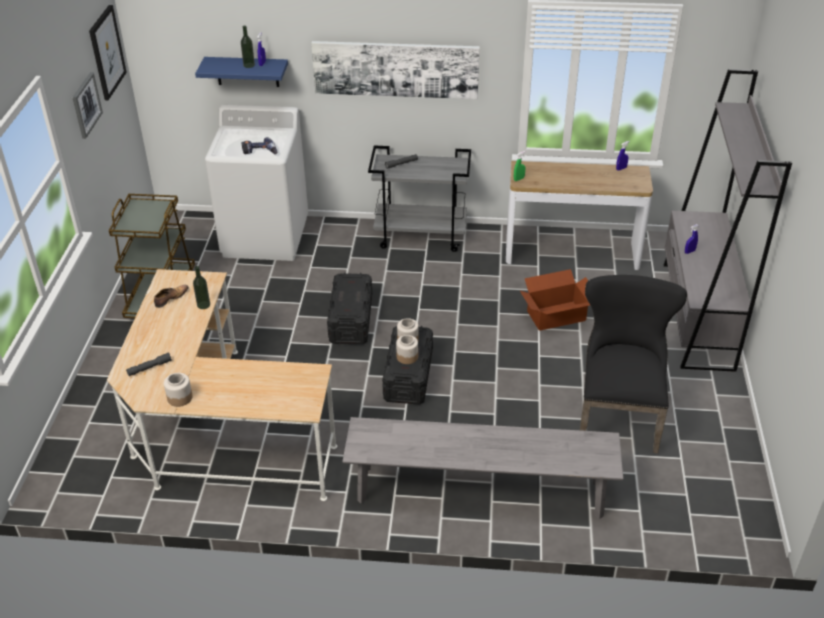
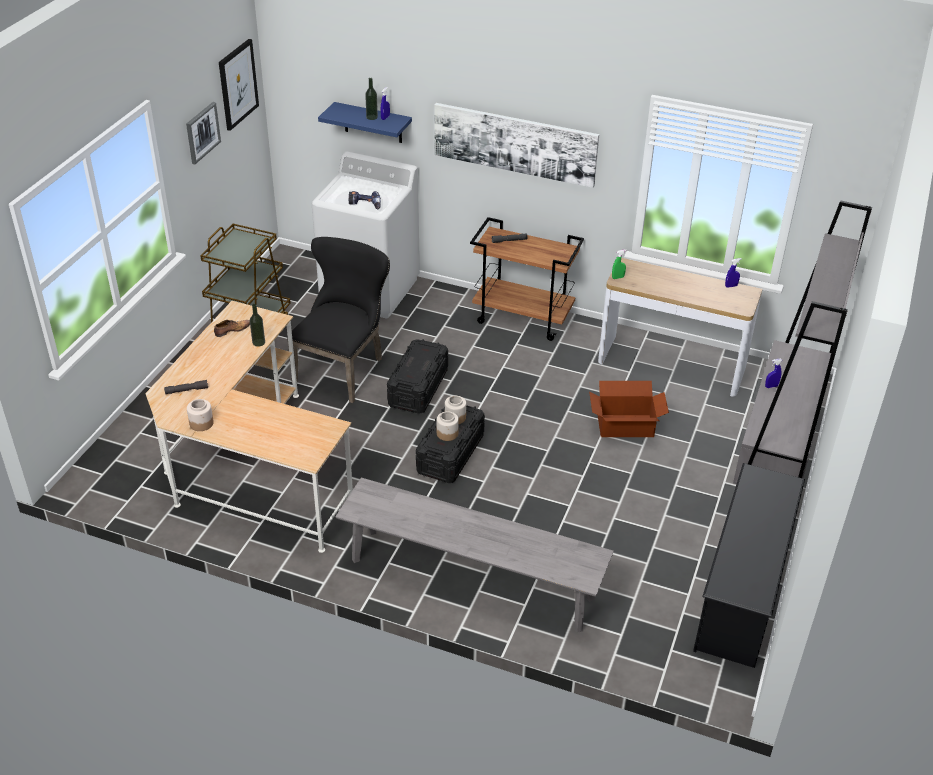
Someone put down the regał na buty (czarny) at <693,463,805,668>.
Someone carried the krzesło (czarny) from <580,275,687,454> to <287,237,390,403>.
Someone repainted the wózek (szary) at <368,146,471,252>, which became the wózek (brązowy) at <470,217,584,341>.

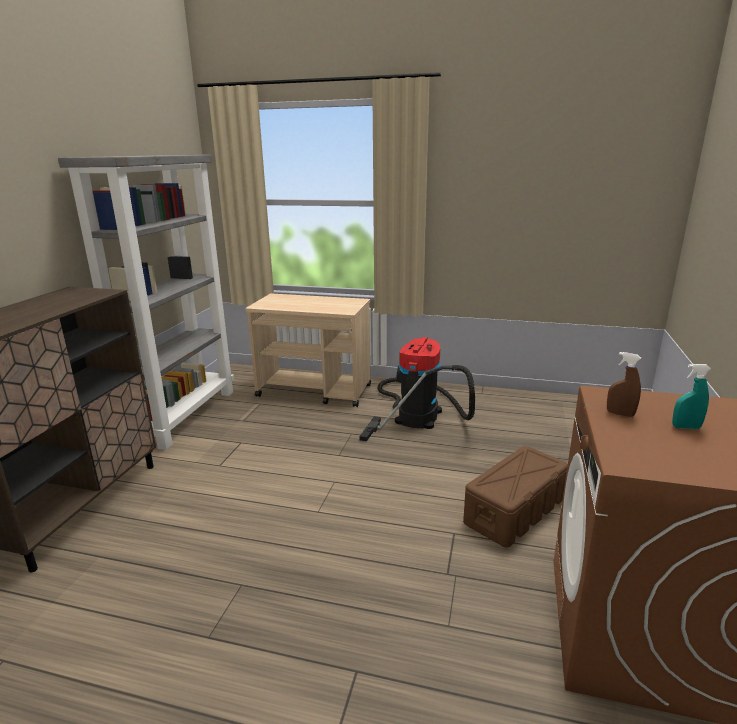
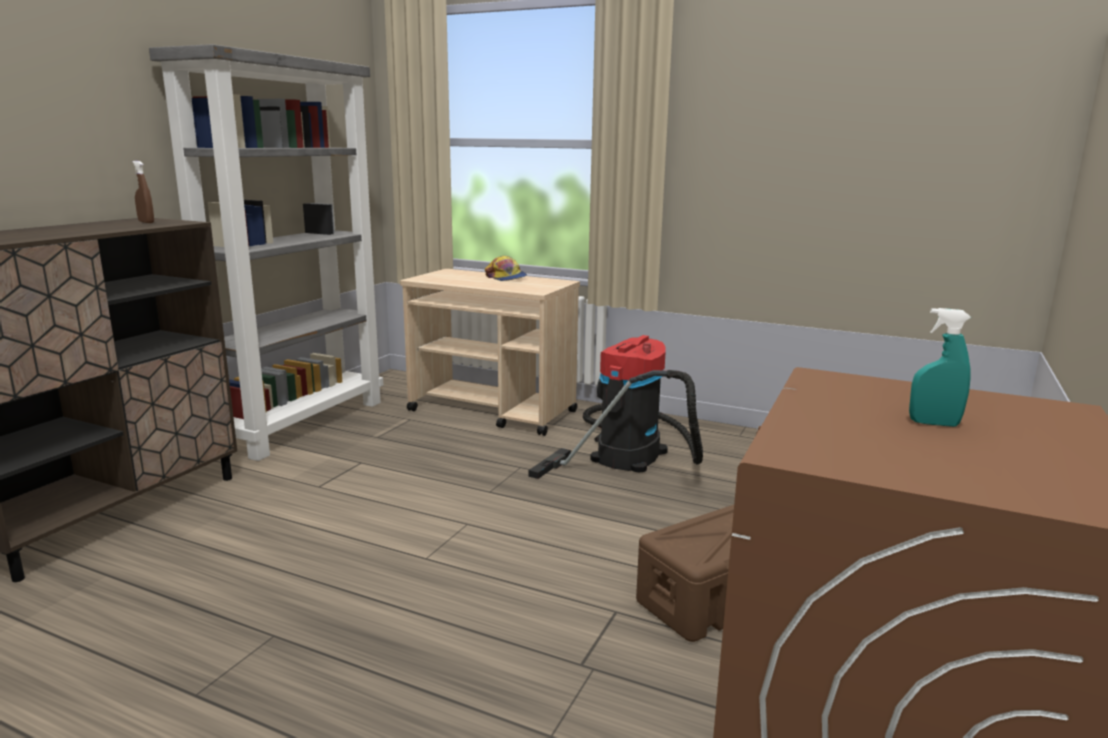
Someone put down the czapka z daszkiem at <485,256,527,281>.
Someone carried the spryskiwacz (brązowy) from <607,352,641,417> to <132,161,154,223>.

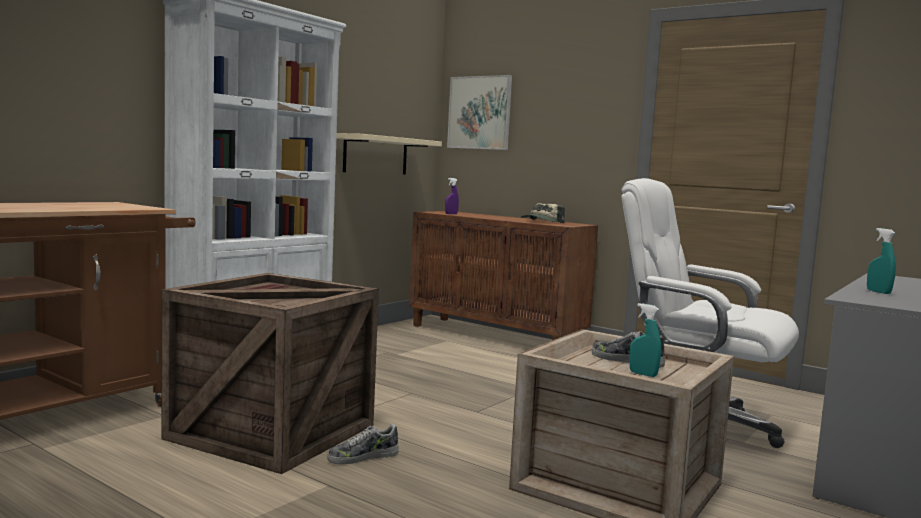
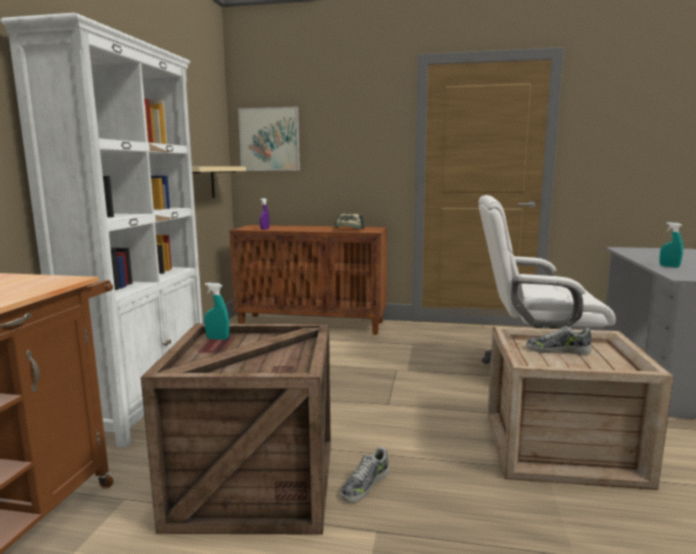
Someone carried the spryskiwacz (turkusowy) from <629,303,661,377> to <204,283,229,340>.

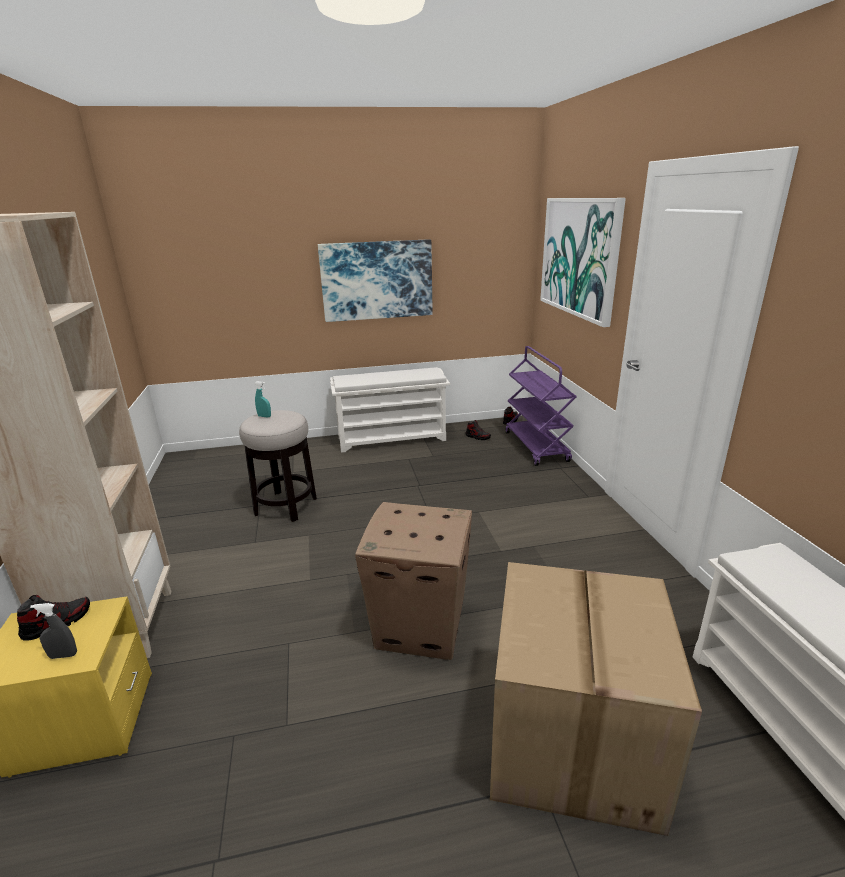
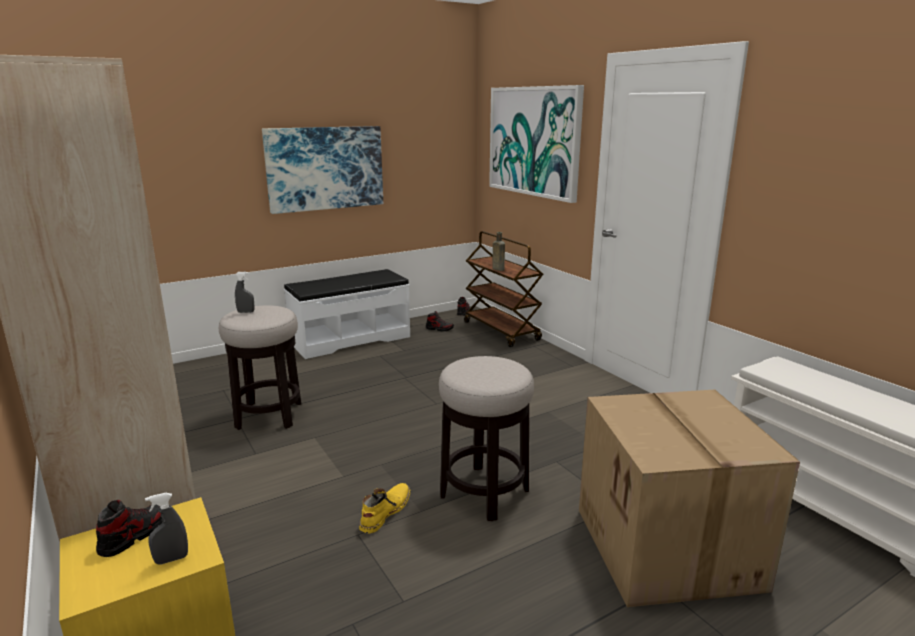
Someone put down the but z cholewką (żółty) at <359,483,410,534>.
Someone put down the butelka (brązowy) at <492,232,505,271>.
Someone swapped the regał na buty (biały) at <330,367,450,453> for the ławka (biały) at <284,269,410,359>.
Someone swapped the karton at <355,502,472,660> for the stołek at <439,356,534,521>.
Someone repainted the spryskiwacz (turkusowy) at <255,381,271,417>, which became the spryskiwacz (szary) at <235,272,254,313>.
Someone repainted the wózek (fioletowy) at <505,346,576,466>, which became the wózek (brązowy) at <464,231,543,347>.

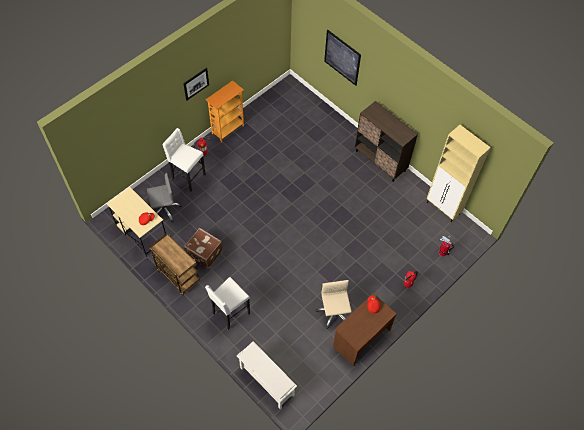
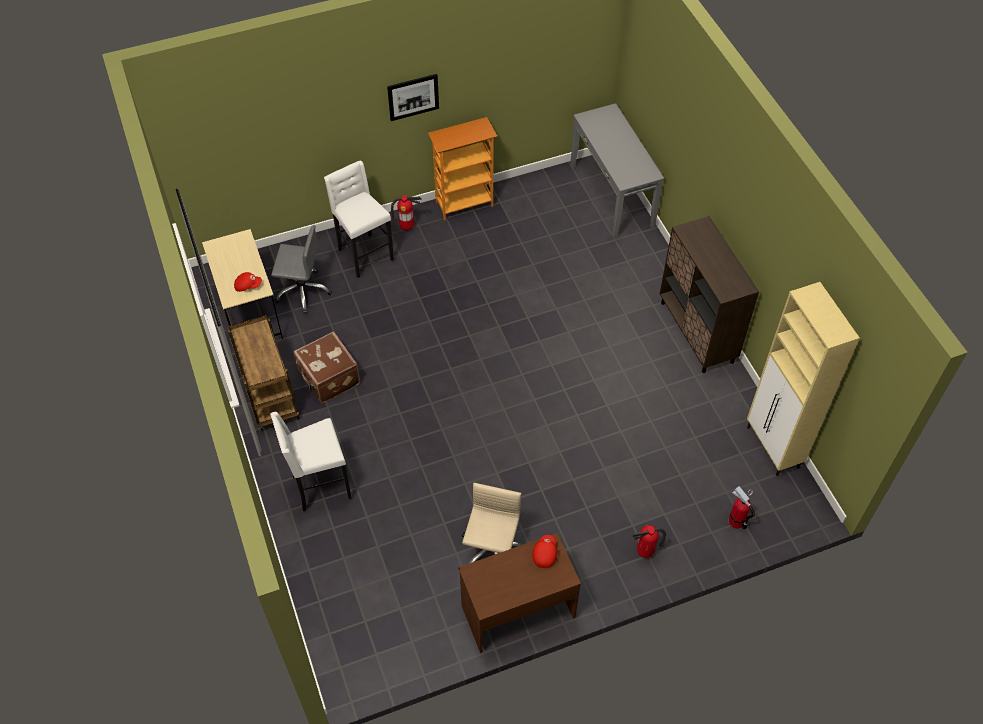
Someone took away the regał na buty (biały) at <237,342,297,409>.
Someone took away the obraz at <324,30,361,86>.
Someone put down the stolik konsolowy (szary) at <570,103,664,239>.

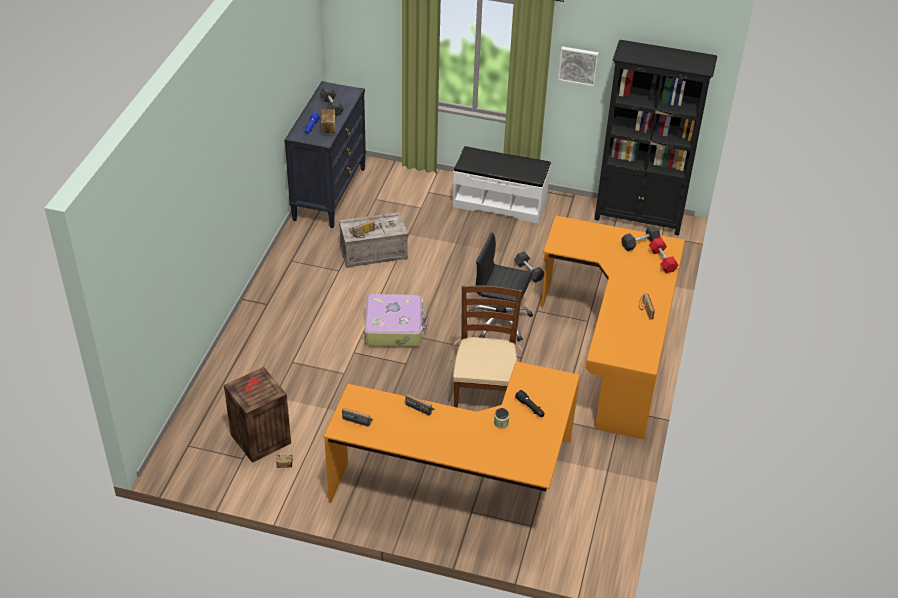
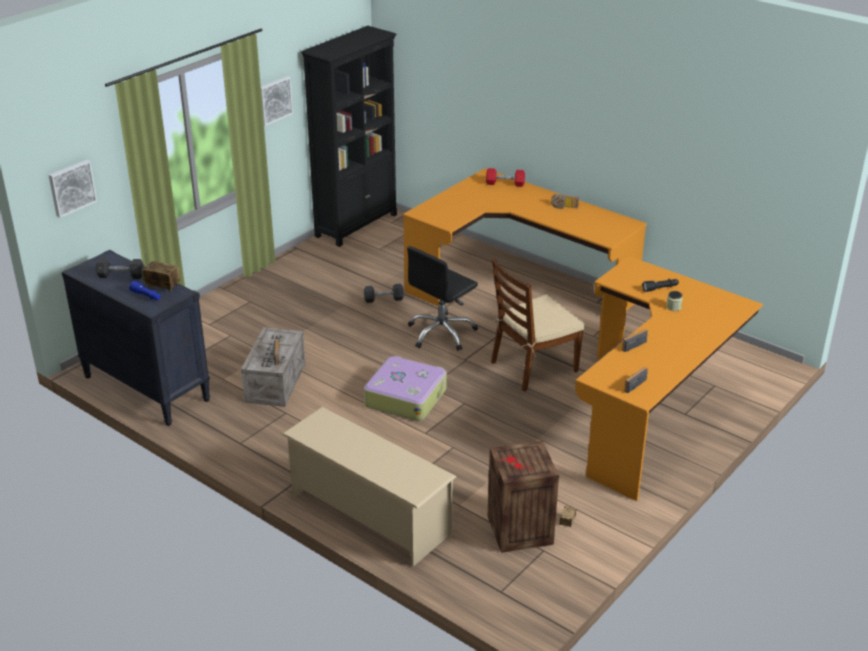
Someone took away the ławka (biały) at <453,146,551,224>.
Someone took away the hantel (szary) at <621,225,660,251>.
Someone put up the obraz at <49,160,97,218>.
Someone put down the regał na buty (beżowy) at <282,407,456,567>.
Someone rotated the krzesło (brązowy) at <453,285,523,408> by 60 degrees counterclockwise.

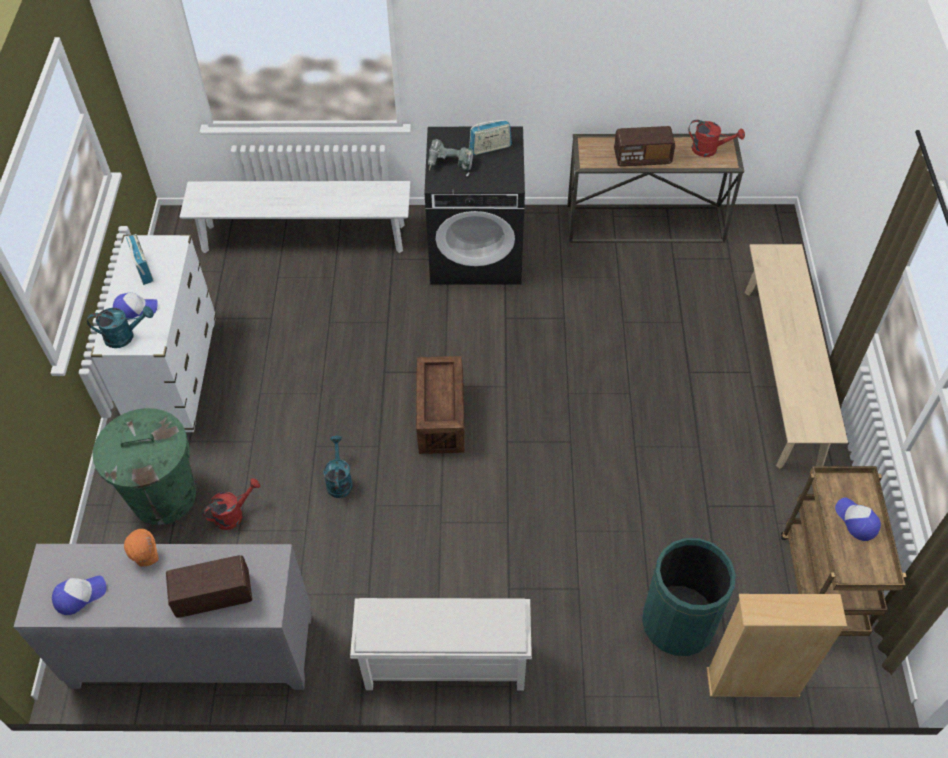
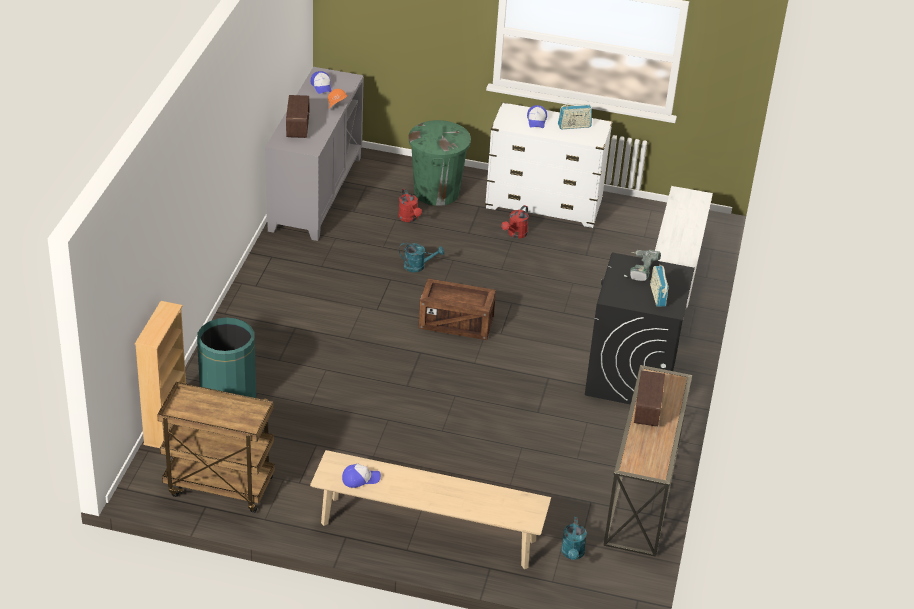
Someone took away the regał na buty (biały) at <350,598,532,691>.
Someone carried the konewka (turkusowy) from <87,306,154,348> to <561,517,587,560>.
Someone carried the konewka (czerwony) from <688,120,745,157> to <501,205,529,239>.
Someone carried the czapka z daszkiem from <835,498,881,541> to <342,464,381,488>.

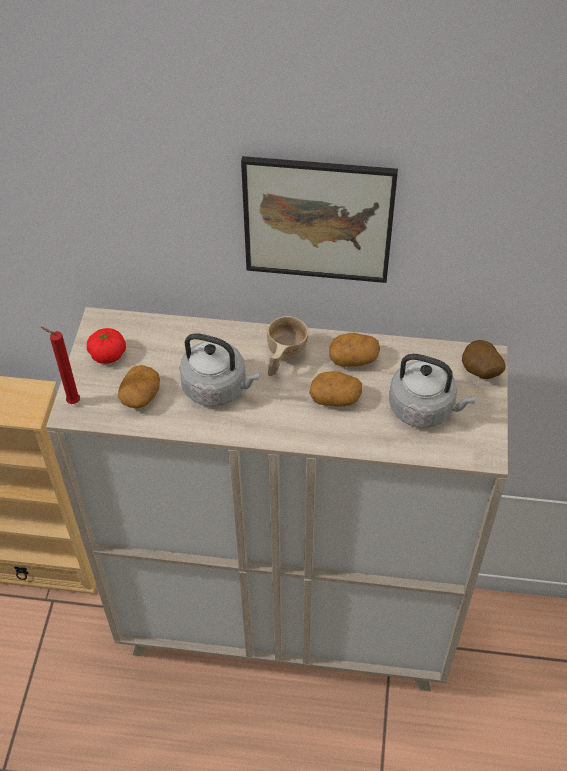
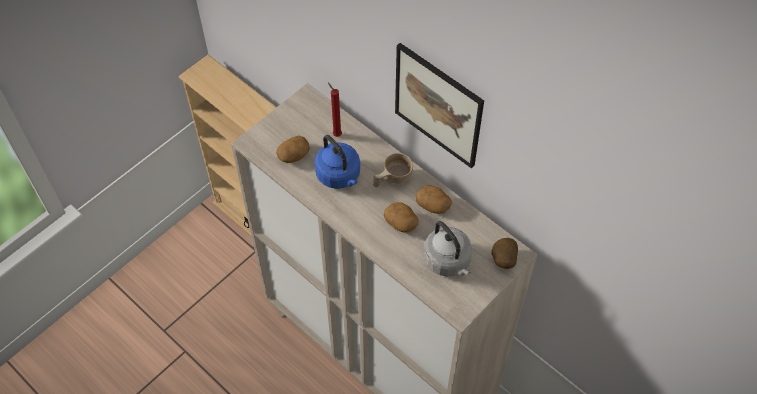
Someone took away the pomidor at <87,328,126,364>.
Someone carried the świeca (czerwony) from <41,327,80,404> to <328,83,342,137>.
Someone repainted the czajnik (szary) at <179,333,260,406>, which became the czajnik (niebieski) at <315,135,360,189>.

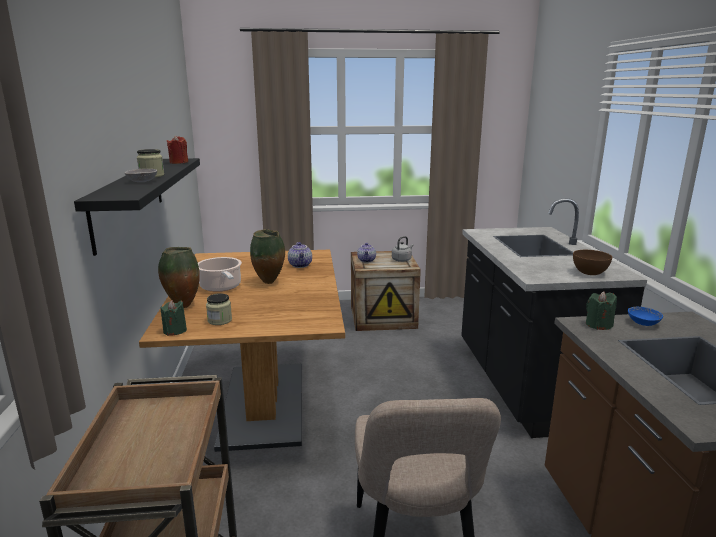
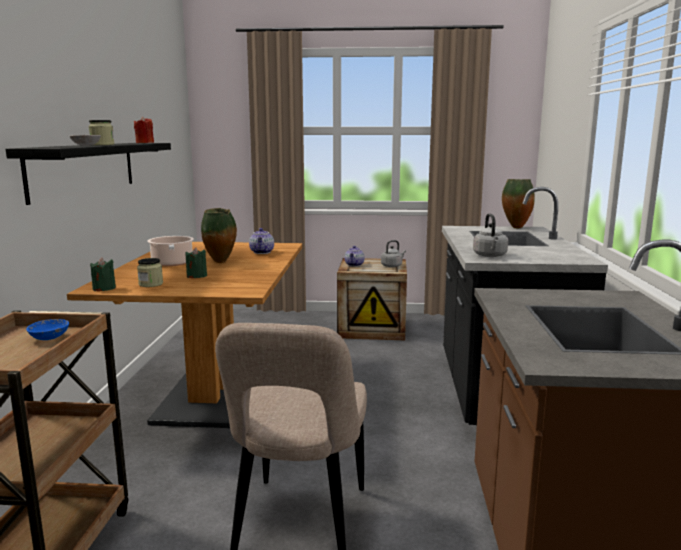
Someone took away the miska (brązowy) at <573,250,612,275>.
Someone put down the czajnik (szary) at <473,213,508,257>.
Someone carried the wazon from <158,247,200,308> to <502,179,535,228>.
Someone carried the świeca (zielony) from <586,291,617,330> to <185,247,207,278>.
Someone carried the miska (niebieski) from <628,307,663,326> to <26,319,69,340>.

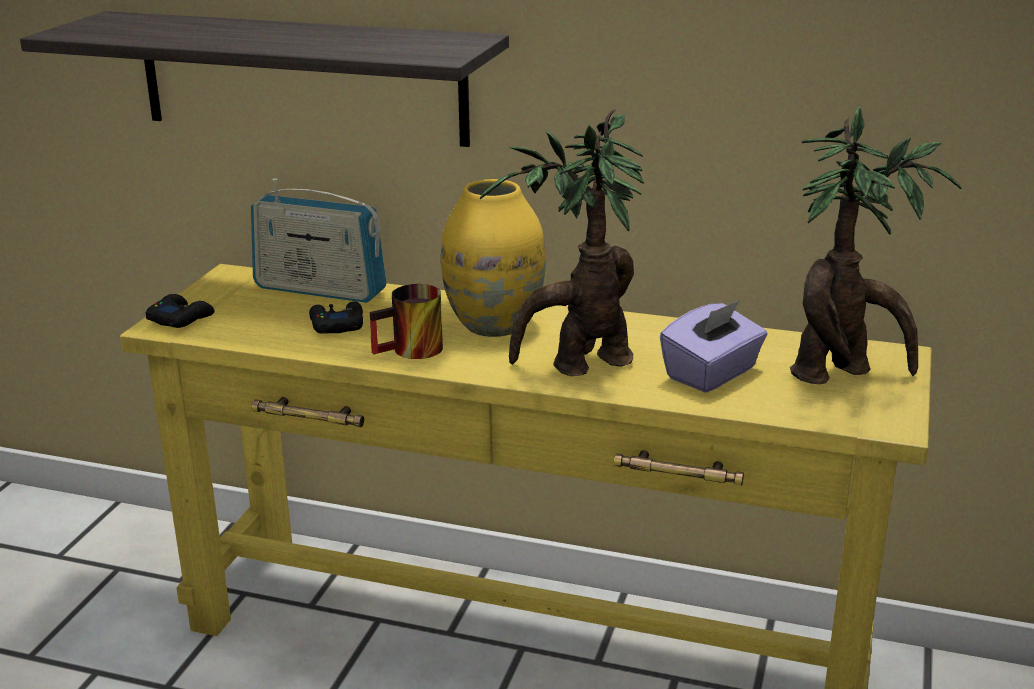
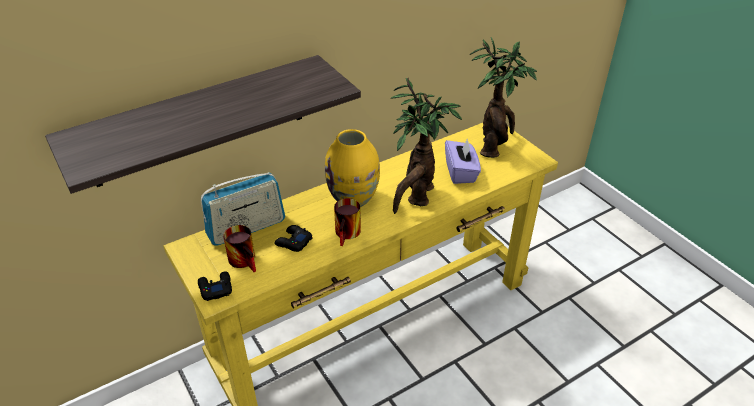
Someone put down the kubek at <223,225,256,272>.

